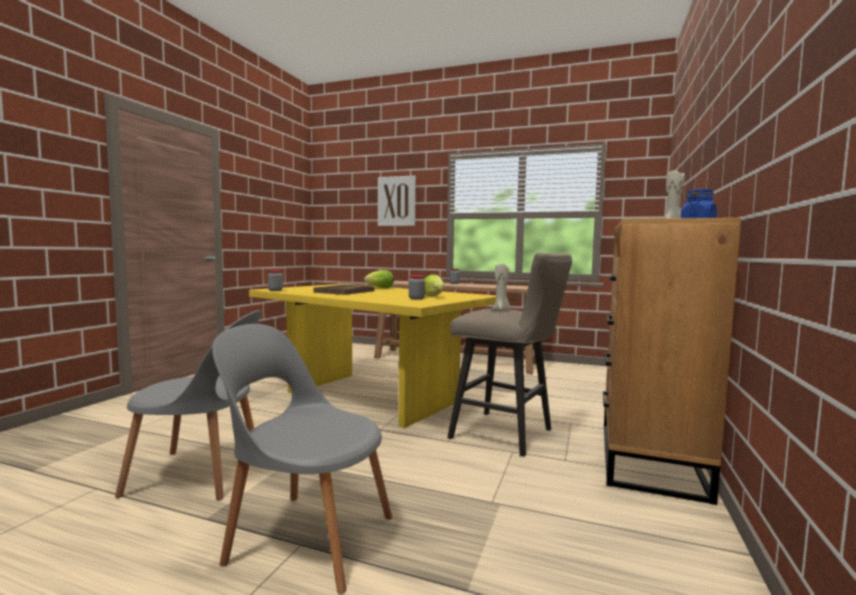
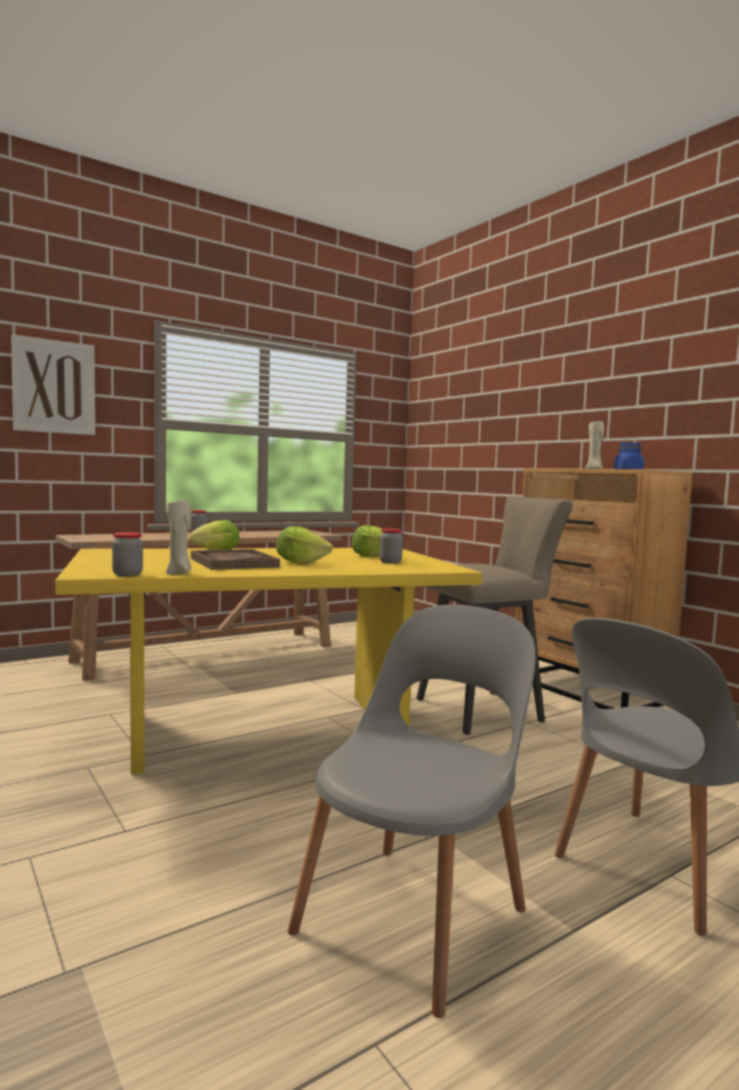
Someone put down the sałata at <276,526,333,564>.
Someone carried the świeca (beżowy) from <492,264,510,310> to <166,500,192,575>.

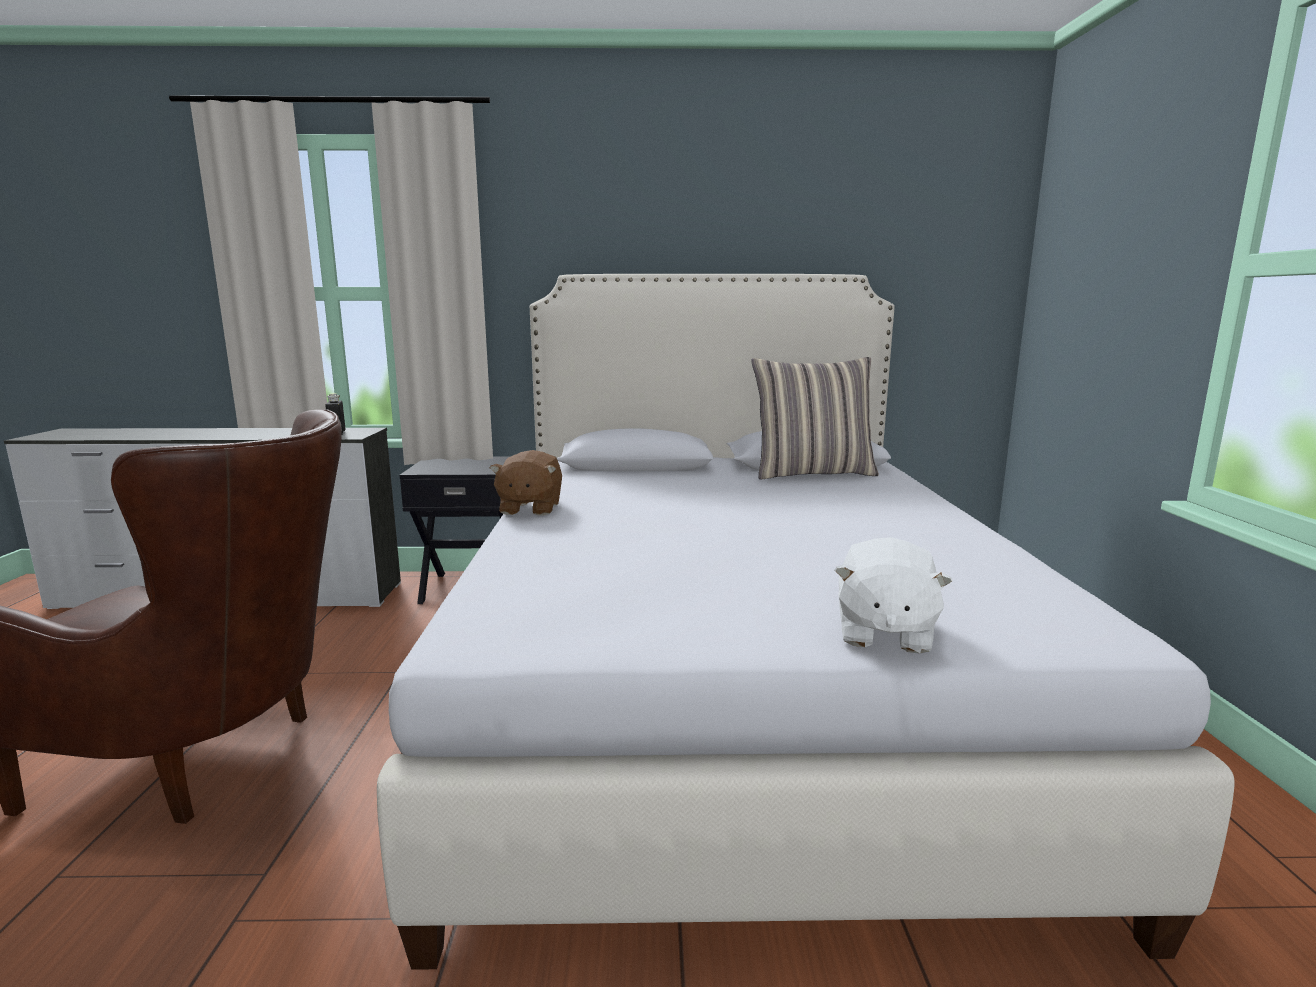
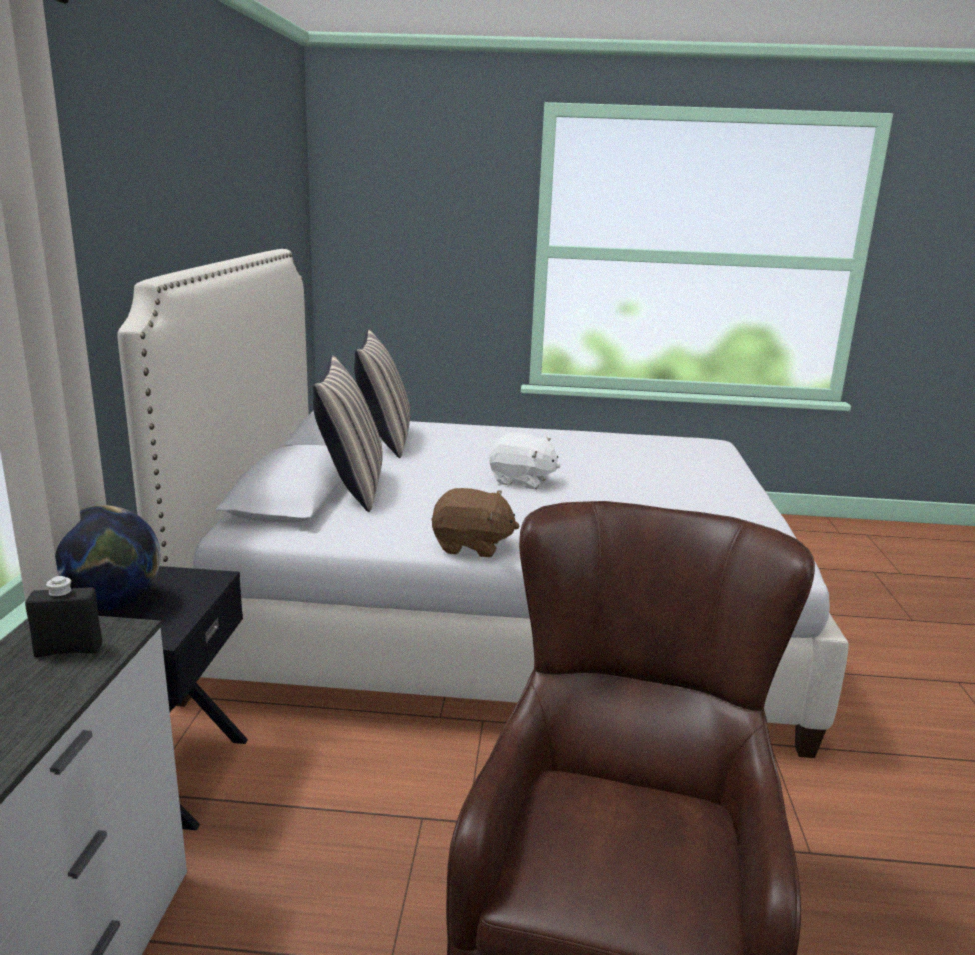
Someone put down the globus at <55,505,161,611>.
Someone put down the poduszka at <313,355,383,512>.
Someone carried the pluszak (biały) from <834,537,953,653> to <489,433,561,489>.

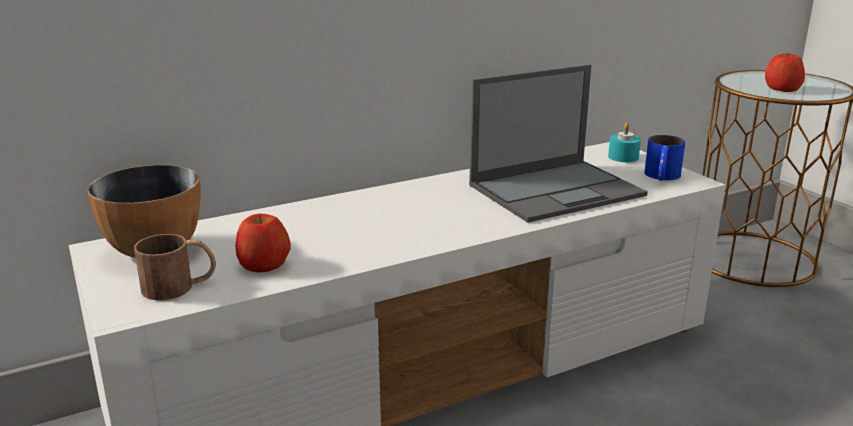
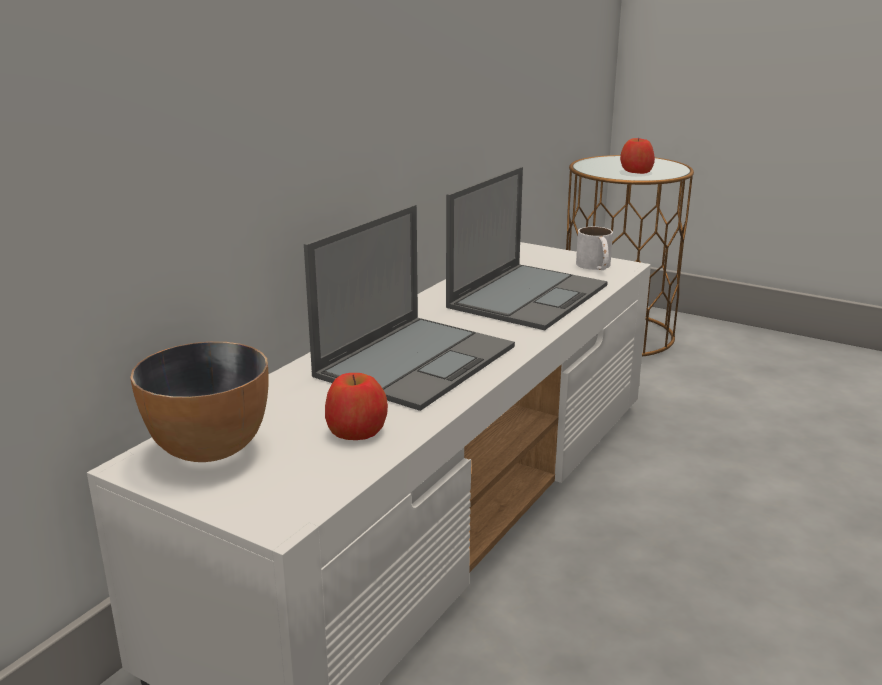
Someone took away the kubek (brązowy) at <134,234,216,300>.
Someone took away the świeca (turkusowy) at <608,123,641,162>.
Someone put down the laptop at <304,205,515,411>.
Someone repainted the kubek (niebieski) at <644,135,686,181>, which became the kubek (biały) at <576,227,613,270>.

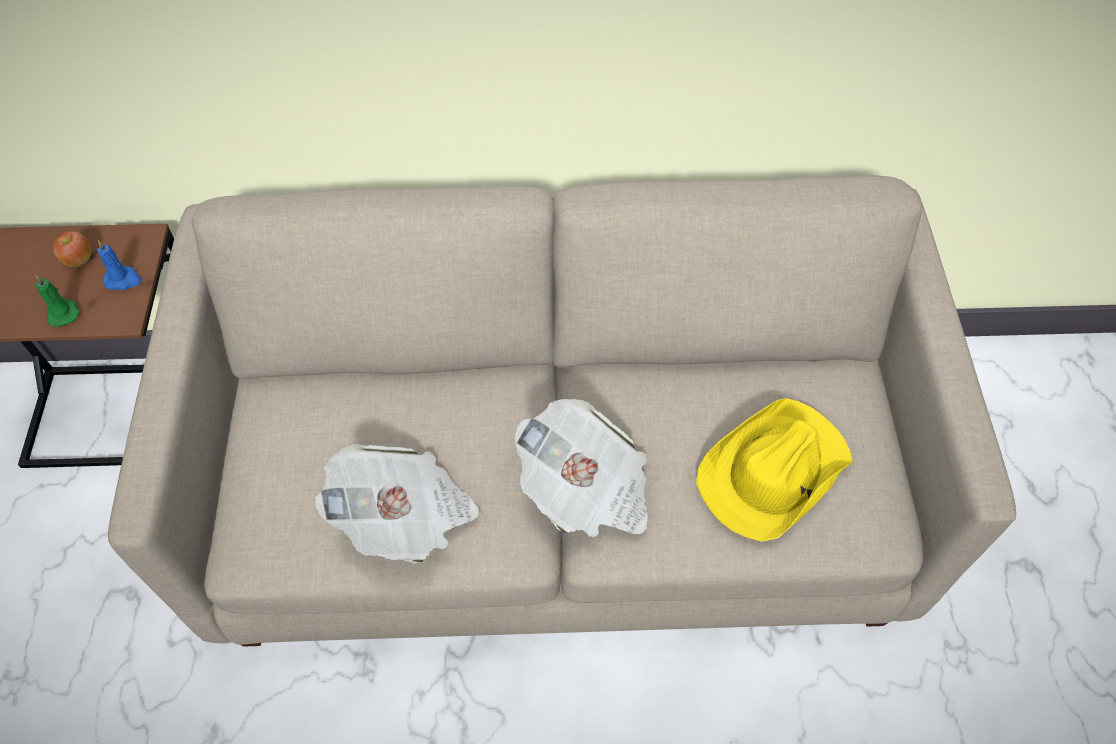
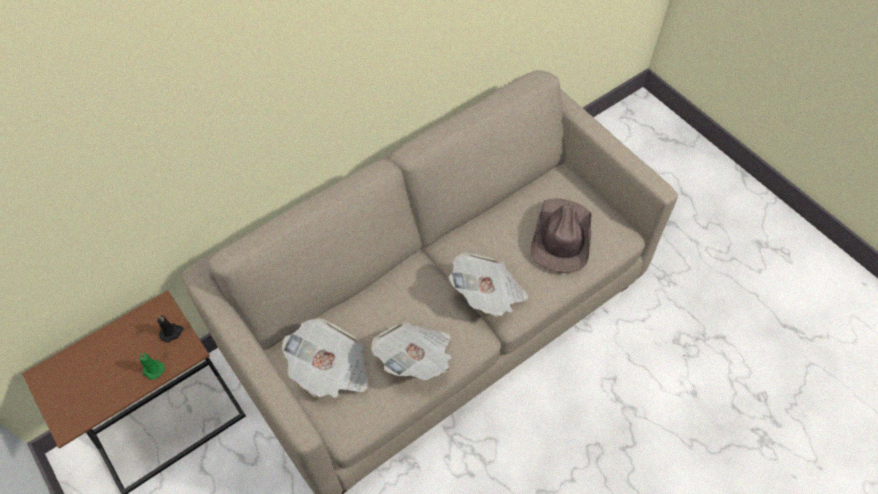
Someone took away the jabłko at <54,231,91,267>.
Someone put down the gazeta at <282,318,368,398>.
Someone repainted the świeca (niebieski) at <97,241,142,290>, which became the świeca (czarny) at <157,316,183,342>.
Someone repainted the kapelusz (żółty) at <696,398,853,542>, which became the kapelusz (brązowy) at <531,198,592,273>.

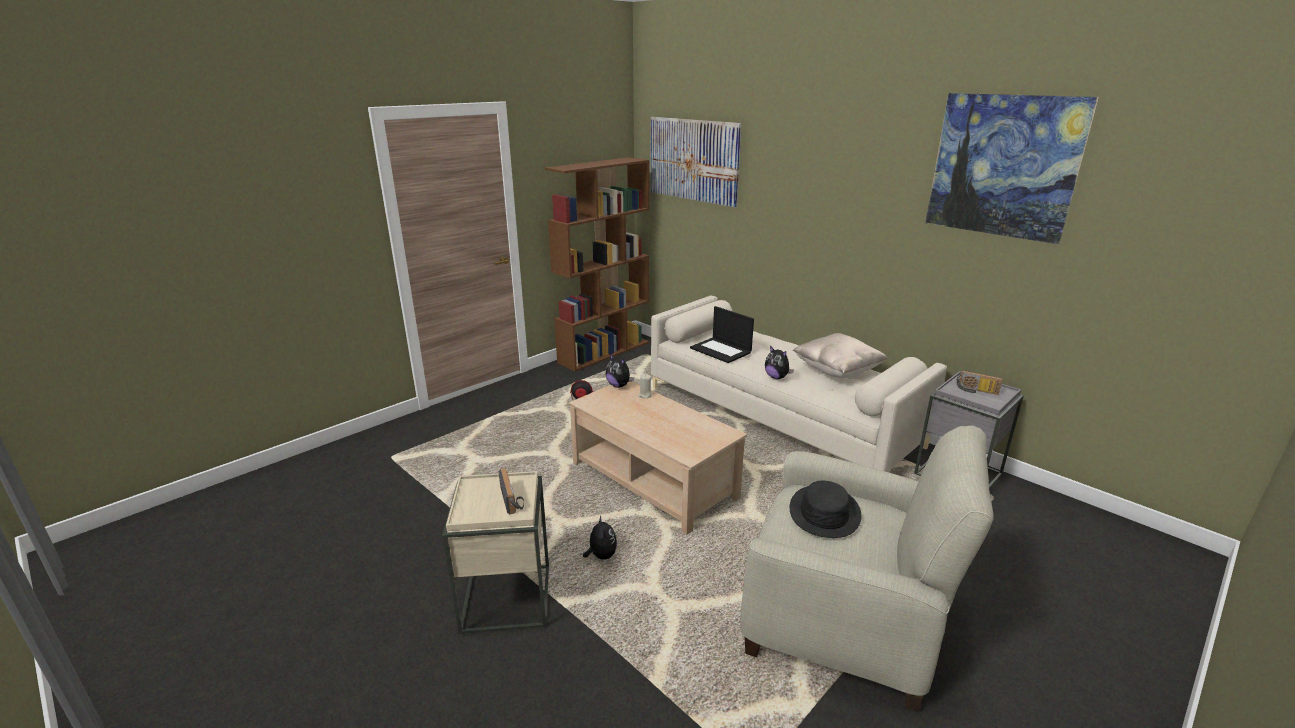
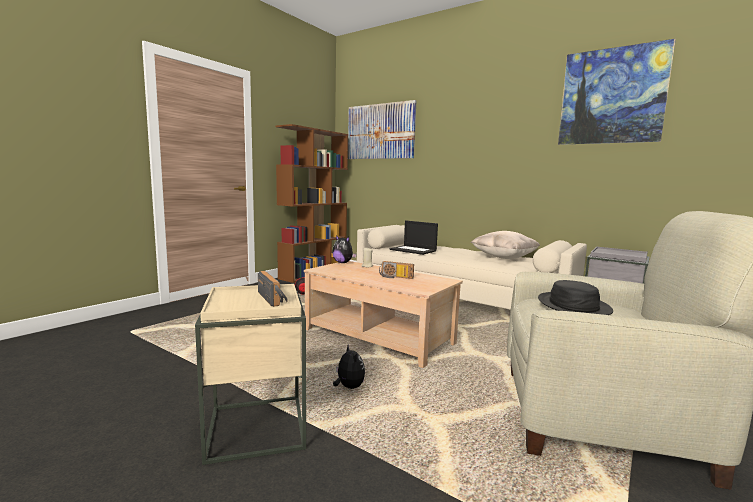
Someone took away the pluszak at <765,346,794,379>.
Someone carried the radio from <956,371,1003,395> to <379,261,414,279>.

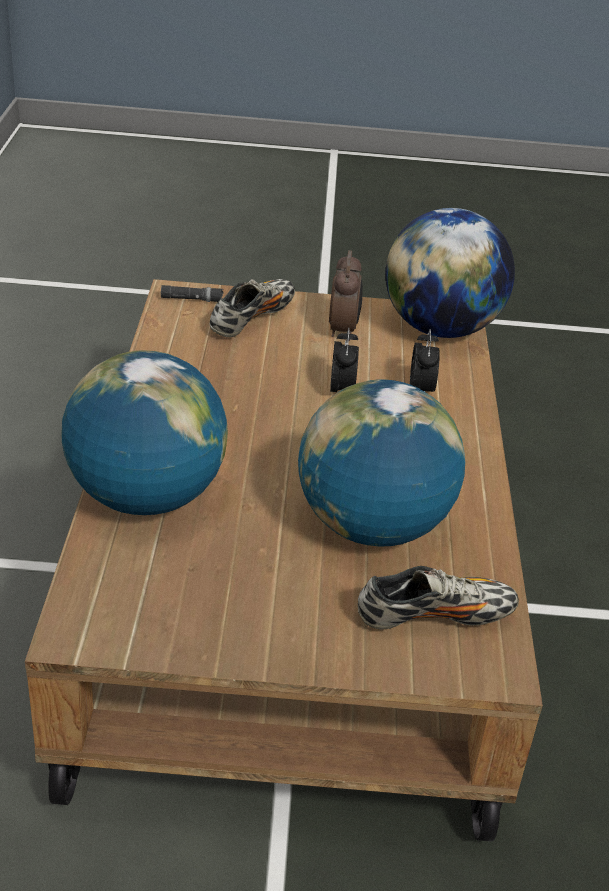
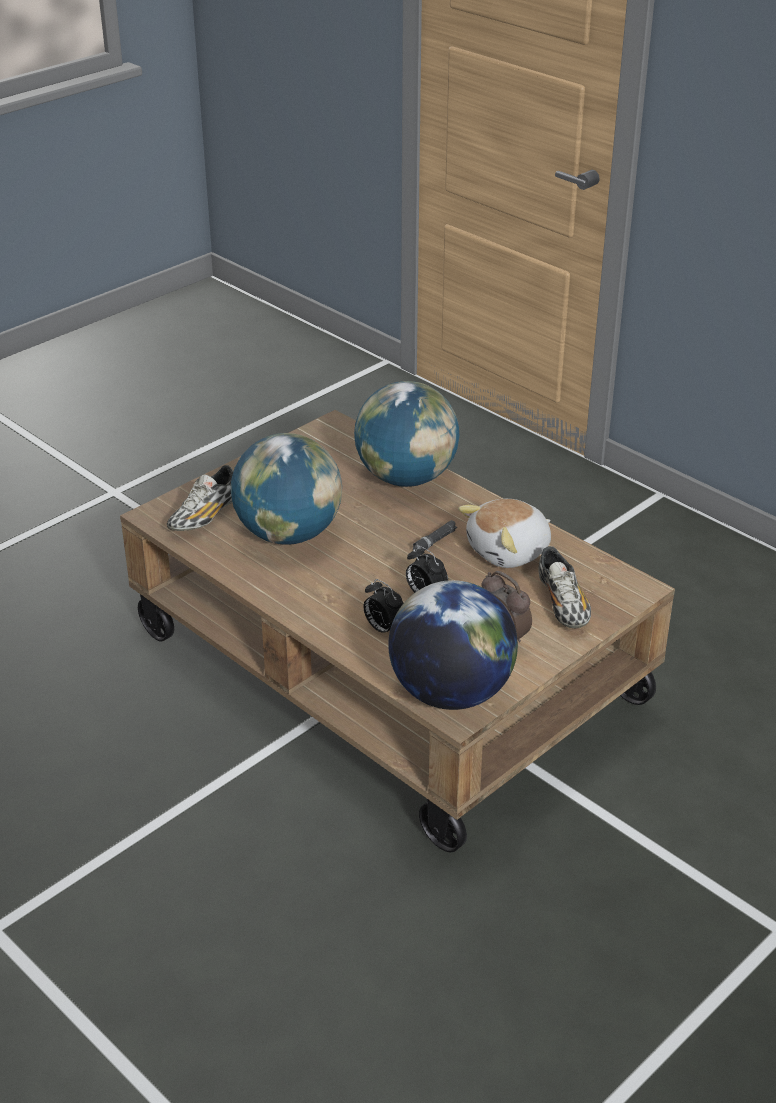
Someone put down the pluszak at <458,499,551,568>.
Someone carried the latarka (czarny) from <161,285,224,302> to <413,520,457,551>.

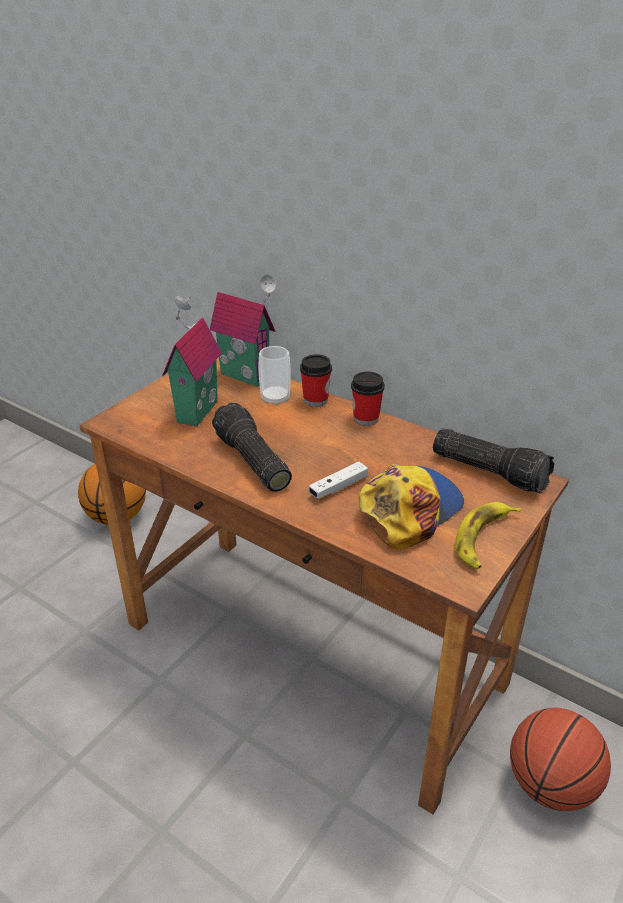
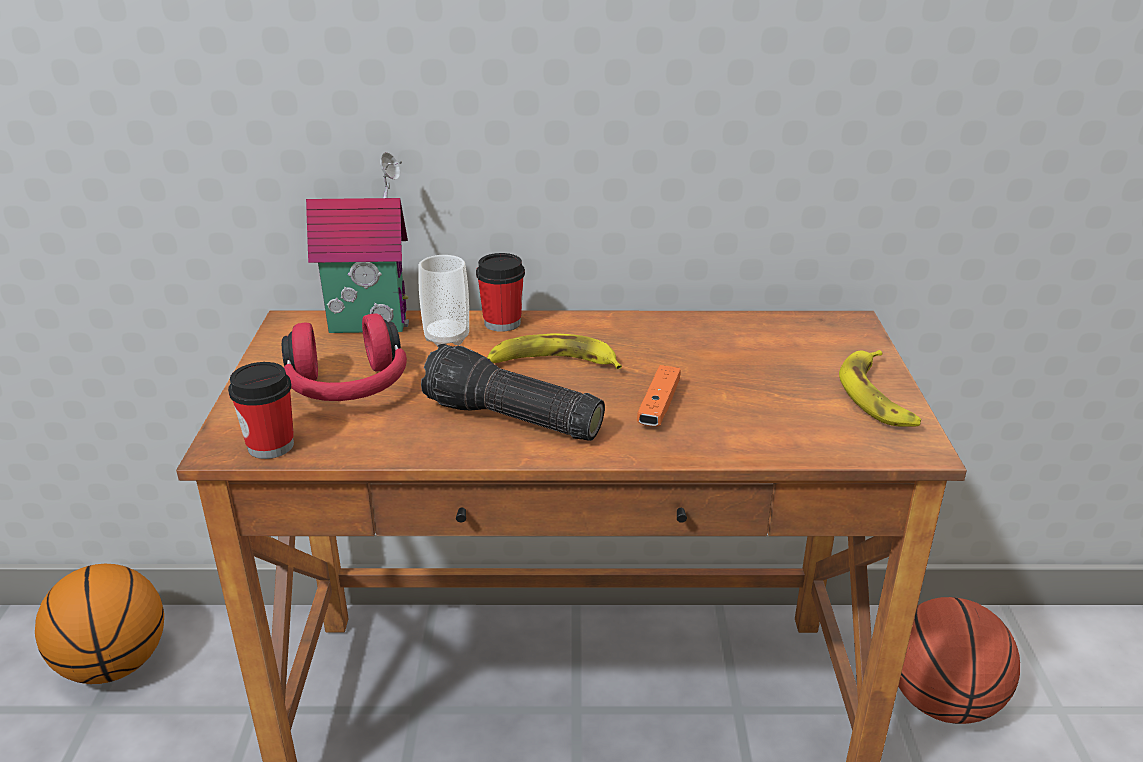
Someone took away the czapka z daszkiem at <359,464,464,550>.
Someone took away the latarka at <433,428,555,494>.
Someone put down the banan at <487,333,622,369>.
Someone carried the filiżanka from <351,372,385,426> to <228,362,294,459>.
Someone swapped the domek at <162,296,222,426> for the słuchawki (czerwony) at <282,314,407,401>.
Someone repainted the pad do gier (biały) at <309,461,368,499>, which became the pad do gier (pomarańczowy) at <637,365,681,426>.

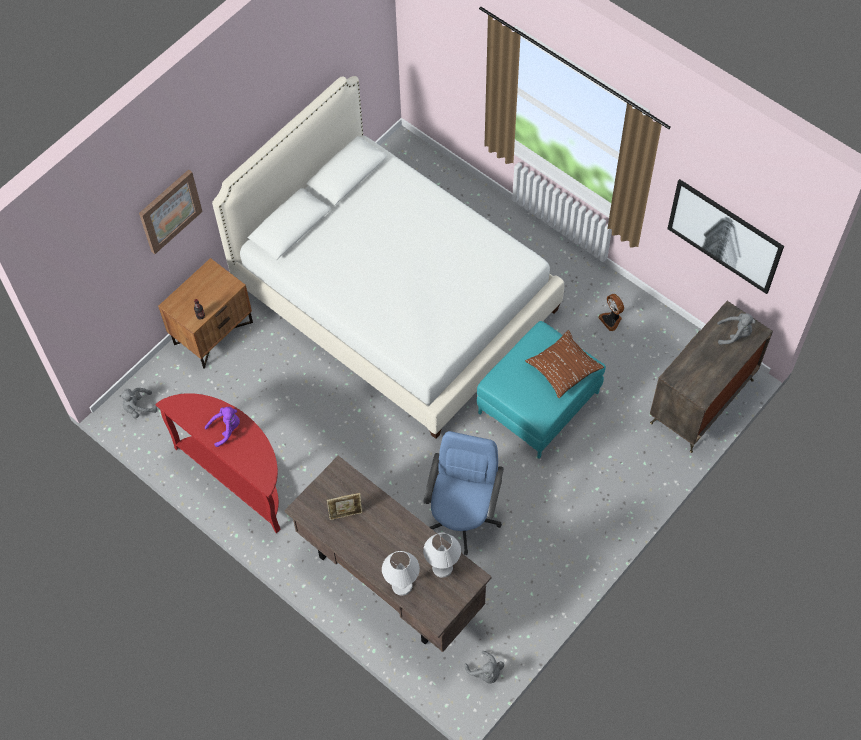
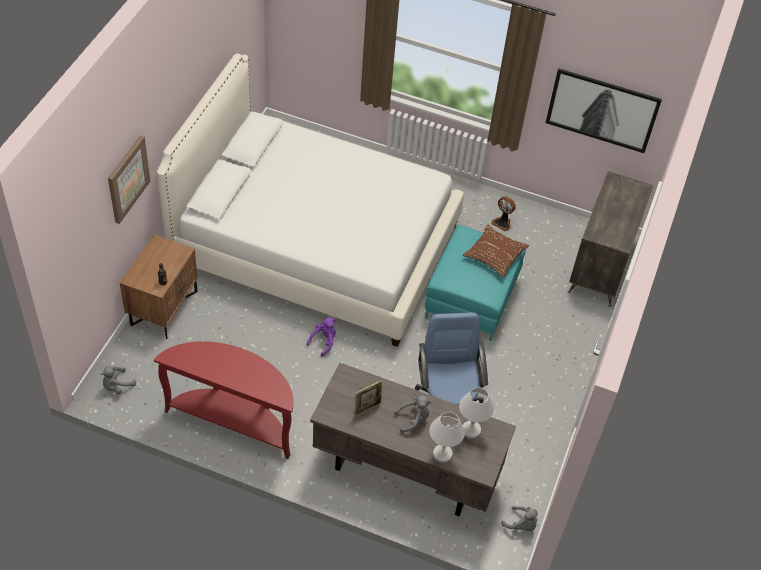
Someone carried the pluszak (fioletowy) from <205,407,240,447> to <307,318,336,357>.
Someone carried the pluszak (szary) from <717,313,756,345> to <394,396,432,433>.

